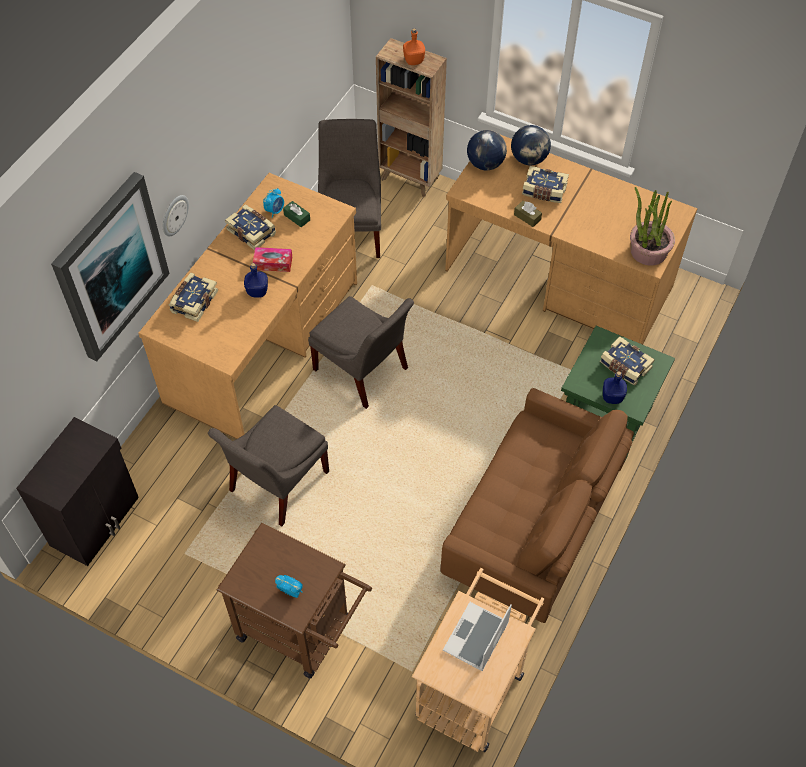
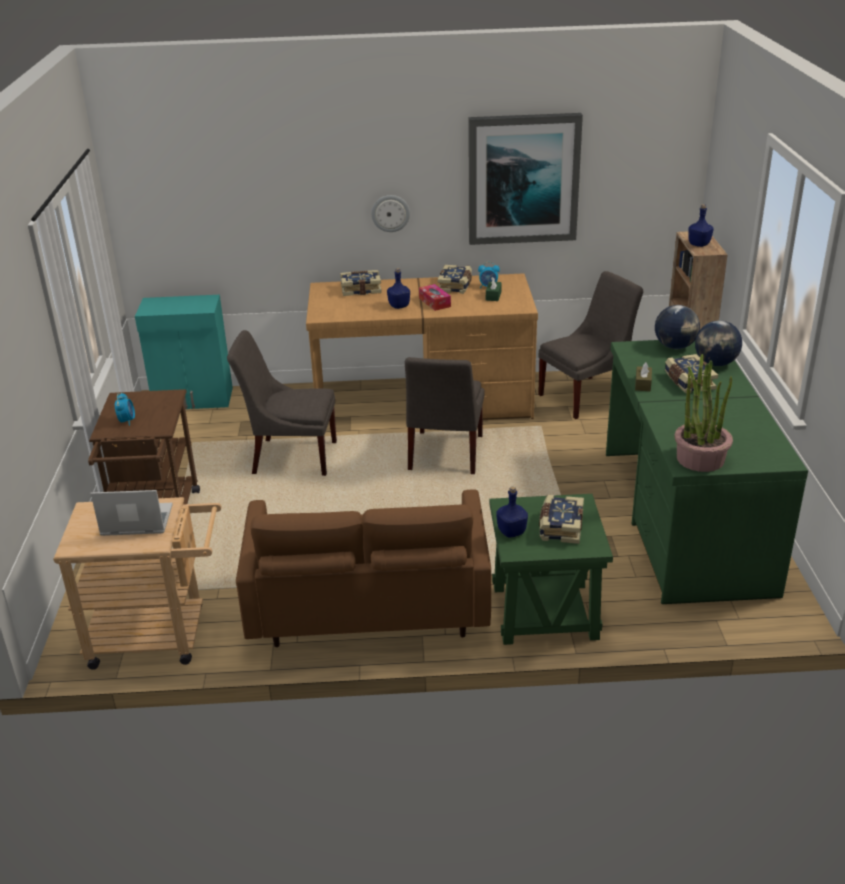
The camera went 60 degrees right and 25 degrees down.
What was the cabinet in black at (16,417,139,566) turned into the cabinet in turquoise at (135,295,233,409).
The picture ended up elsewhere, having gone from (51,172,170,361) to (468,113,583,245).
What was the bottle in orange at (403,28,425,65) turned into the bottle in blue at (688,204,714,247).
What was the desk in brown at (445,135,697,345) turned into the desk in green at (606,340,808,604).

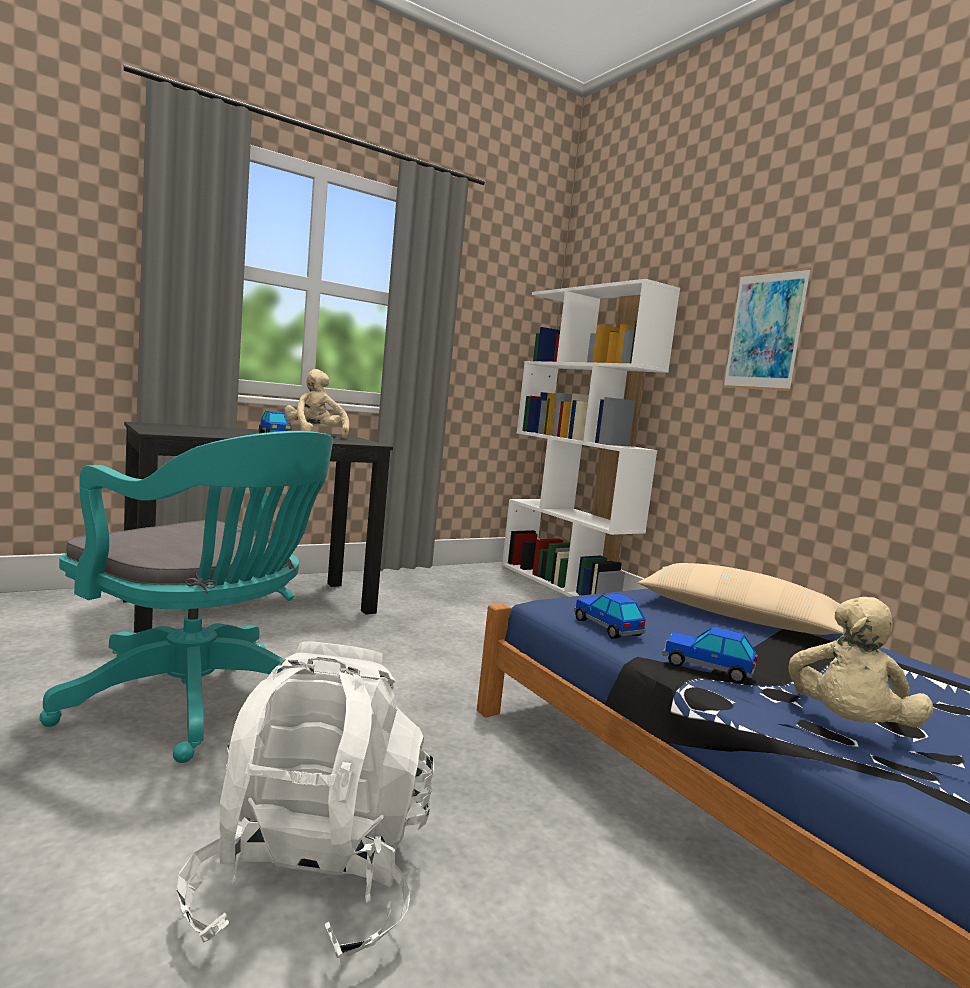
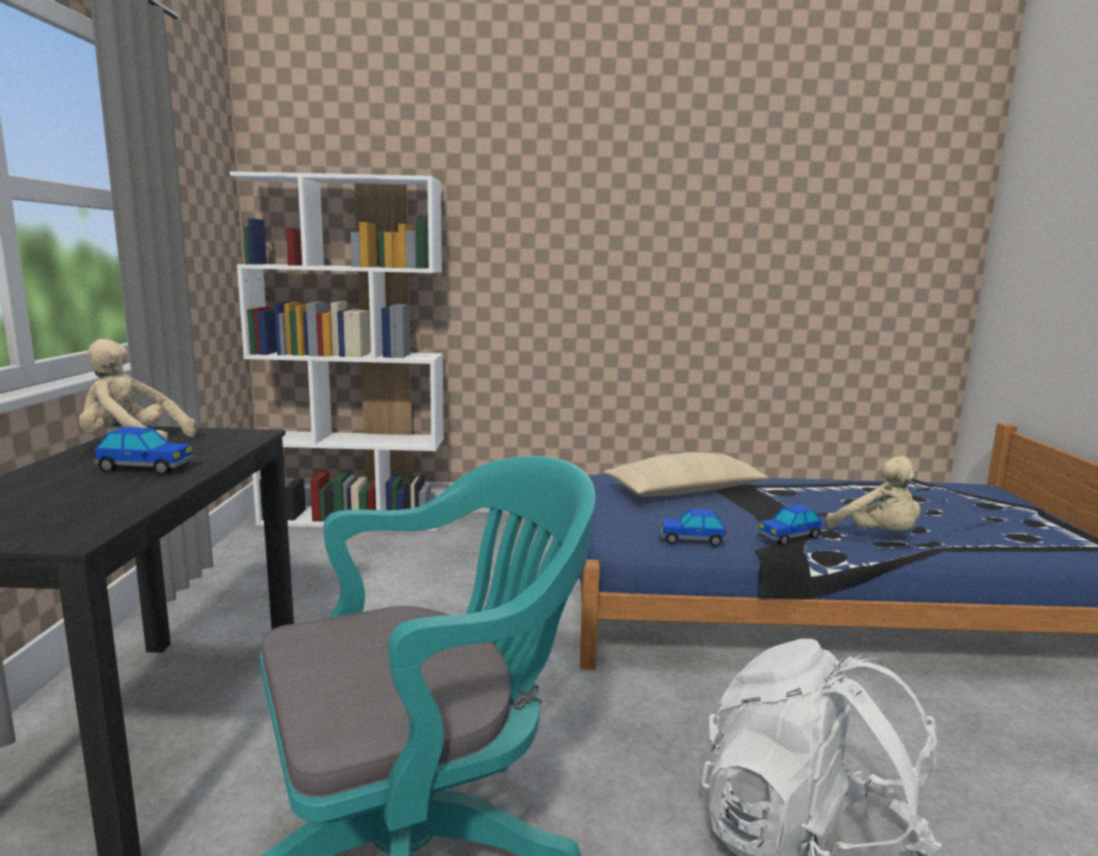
The camera went 55 degrees left and 5 degrees up.
The second view lost the picture at (723,267,811,391).

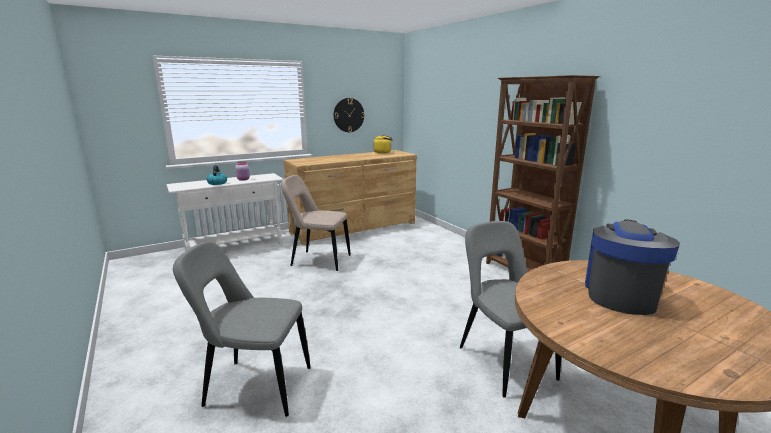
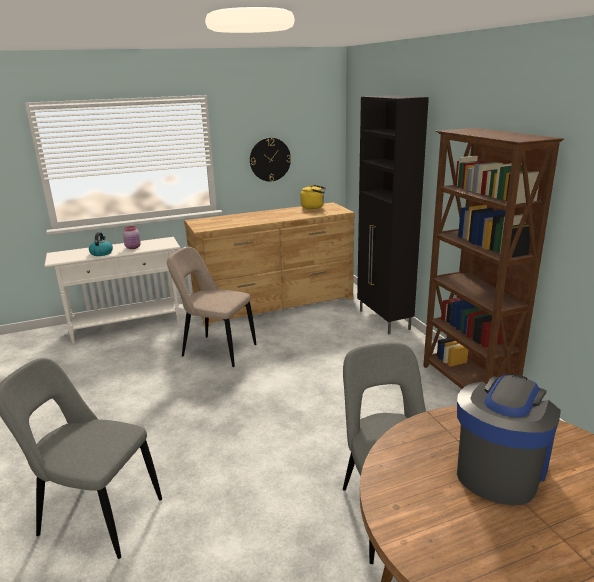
The camera went 10 degrees right and 5 degrees up.
The second view gained the cabinet in black at (357,95,429,334).

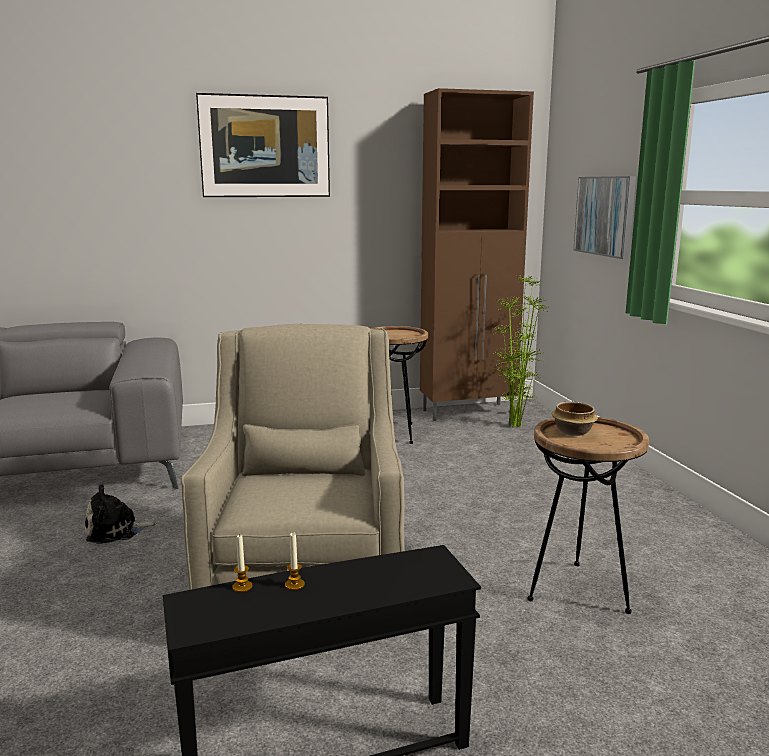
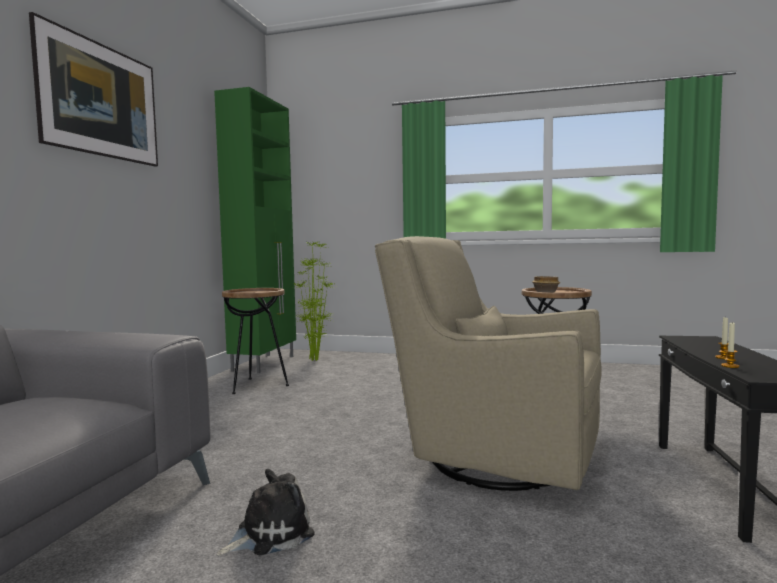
The camera went 60 degrees left and 10 degrees down.
The plush toy at (85,484,157,544) ended up facing another way, 135 degrees counterclockwise from before.
What was the cabinet in brown at (420,88,534,421) turned into the cabinet in green at (214,87,296,373).
The second view lost the picture at (573,176,636,259).

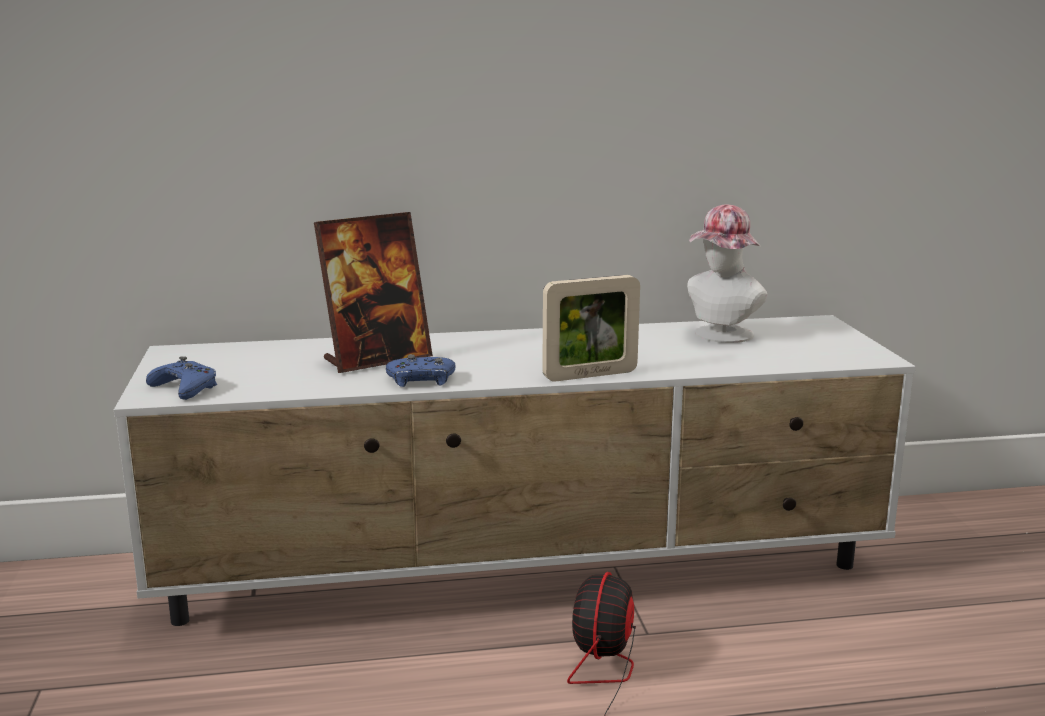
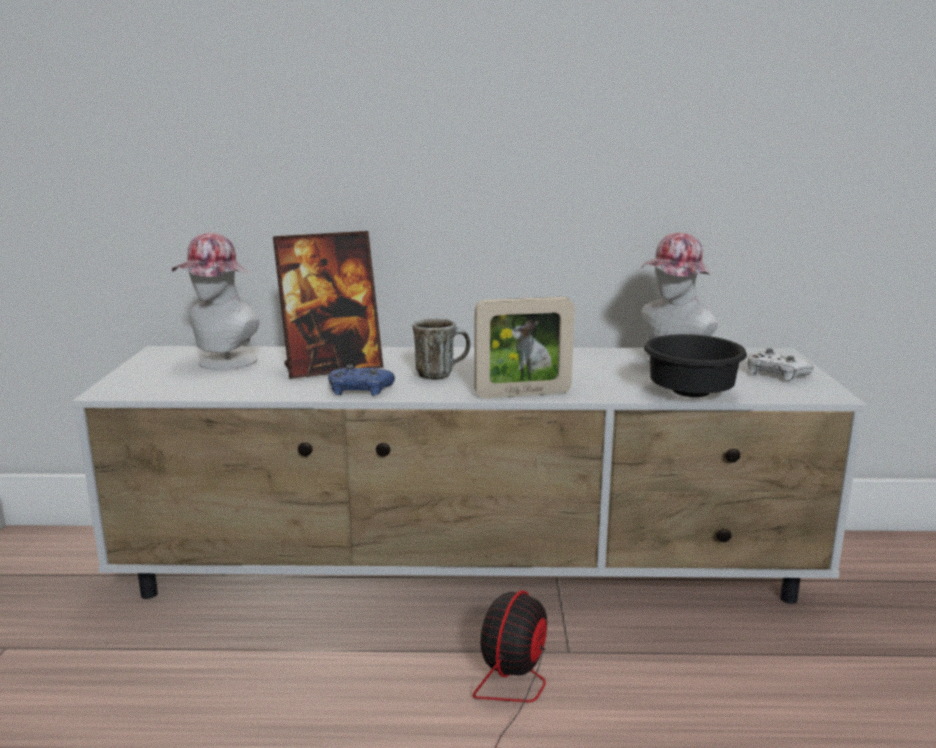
The camera went 10 degrees right and 0 degrees up.
The second view lost the game controller in blue at (146,356,217,400).
The second view gained the hat at (172,233,260,370).
The second view gained the mug at (413,318,470,380).
The second view gained the bowl in black at (644,334,747,397).
The second view gained the game controller in white at (748,348,814,381).

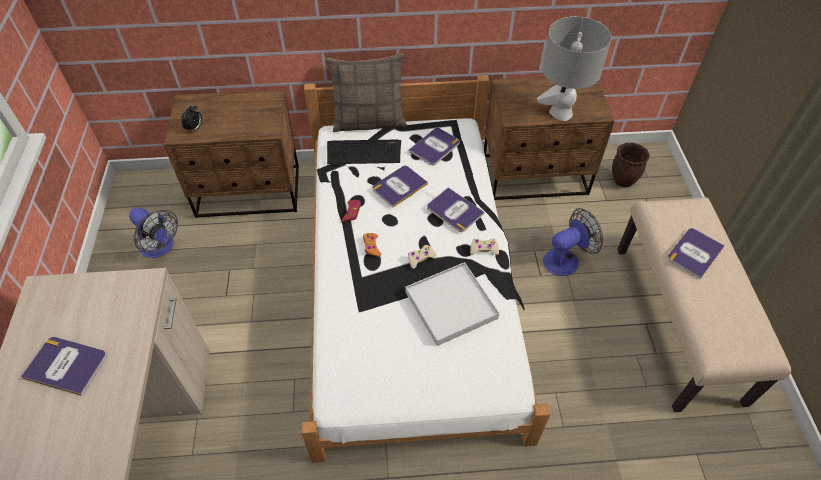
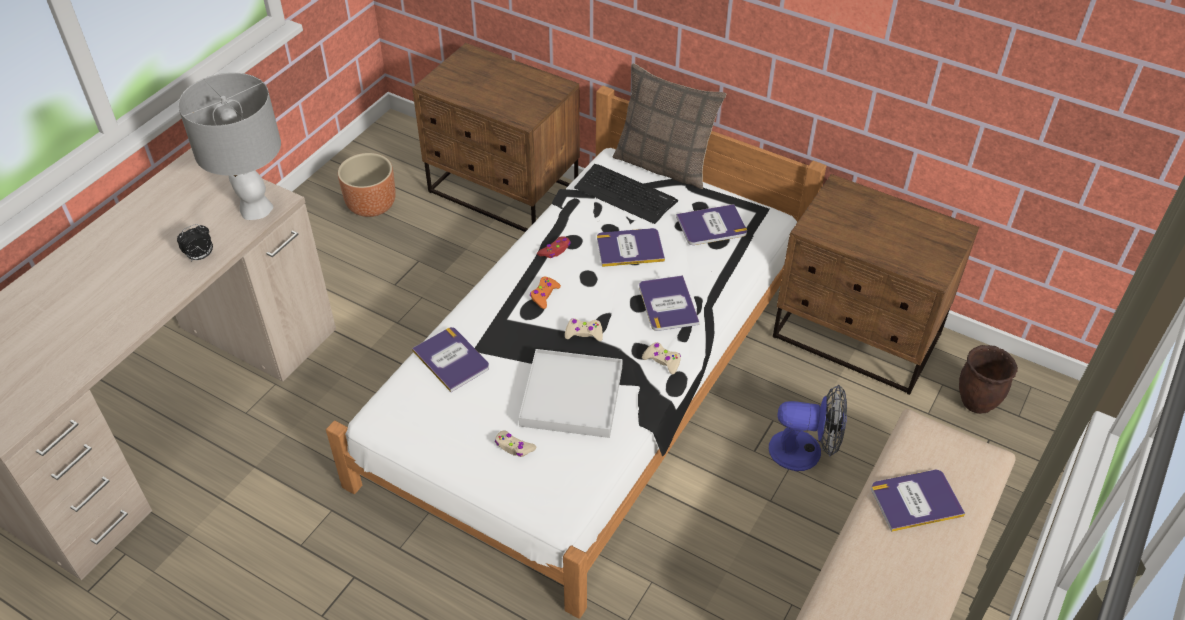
The camera went 35 degrees right and 5 degrees down.
The book ended up elsewhere, having gone from (21,337,107,396) to (412,327,489,392).
Where the fan stood at (129,207,178,258), the planter in brown came to stand at (338,153,396,217).
The alarm clock ended up elsewhere, having gone from (182,104,202,133) to (177,224,213,262).
The table lamp in grey ended up elsewhere, having gone from (537,16,612,121) to (178,73,281,220).
The second view gained the game controller in beige at (495,430,536,457).

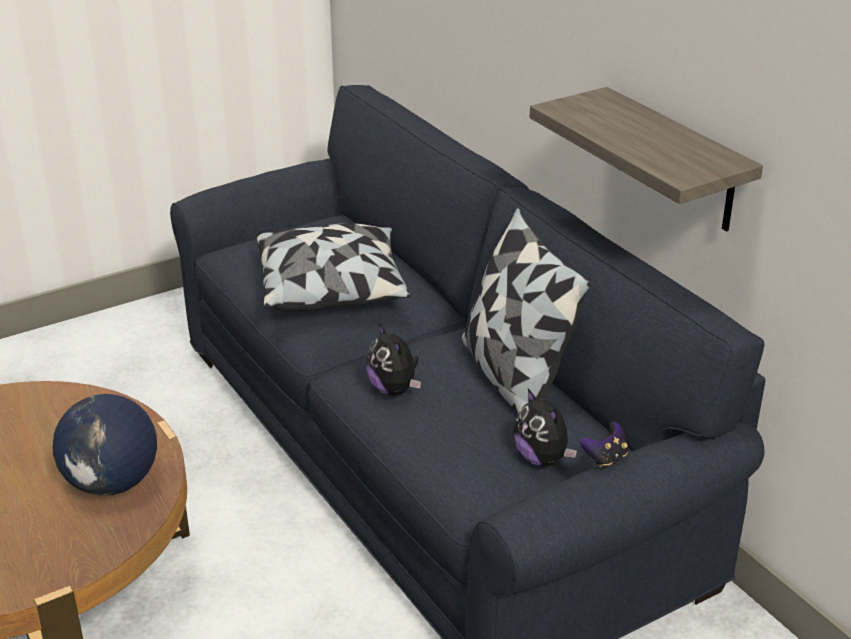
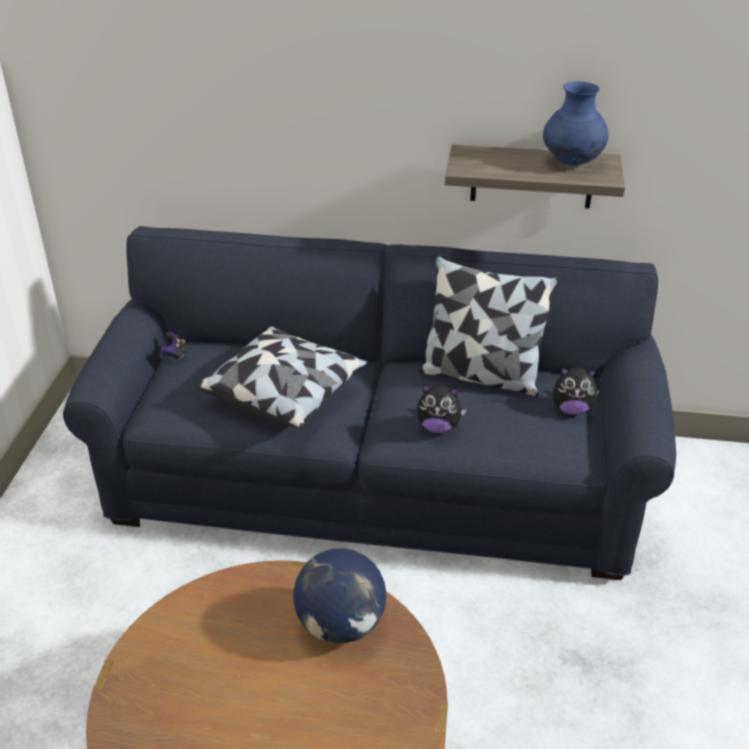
The camera went 50 degrees left and 5 degrees up.
The game controller ended up elsewhere, having gone from (580,422,628,467) to (161,332,186,360).
The second view gained the vase in blue at (543,81,608,166).

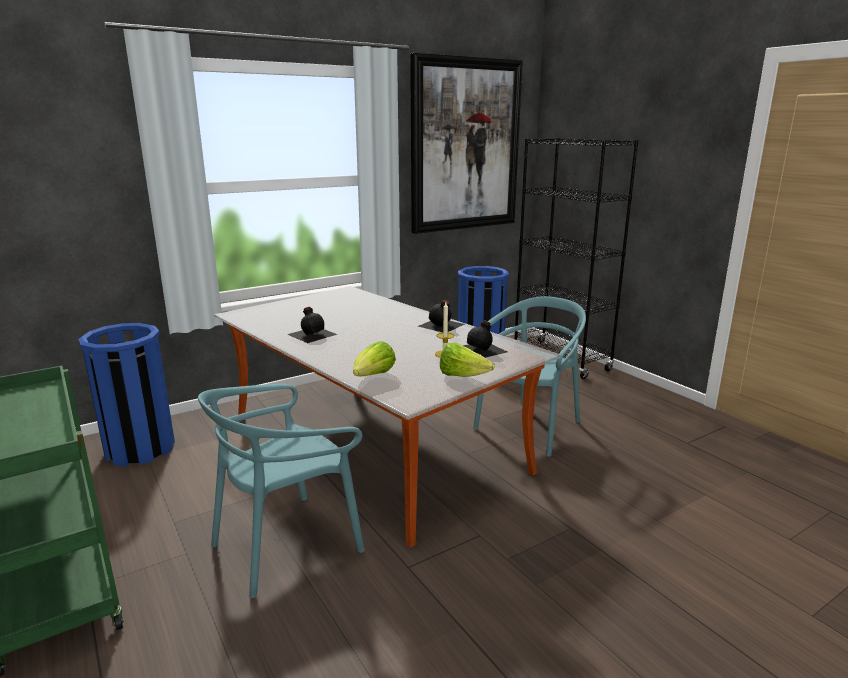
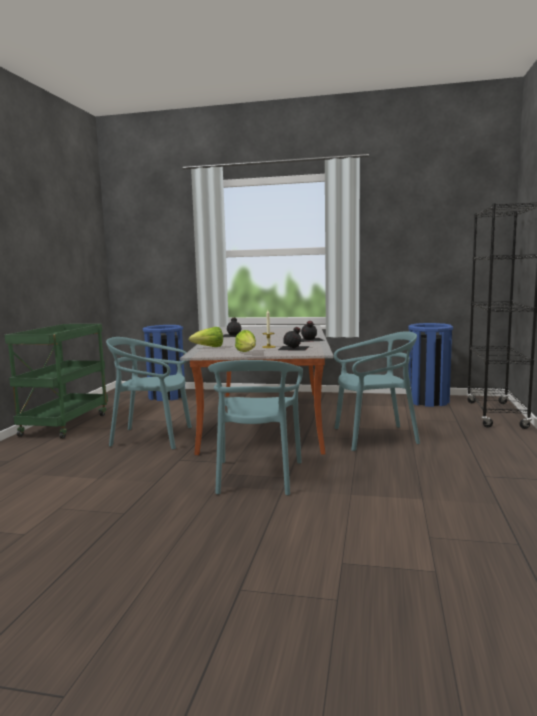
The camera went 45 degrees right and 10 degrees down.
The second view lost the picture at (410,53,523,234).
The second view gained the chair in turquoise at (208,360,303,495).

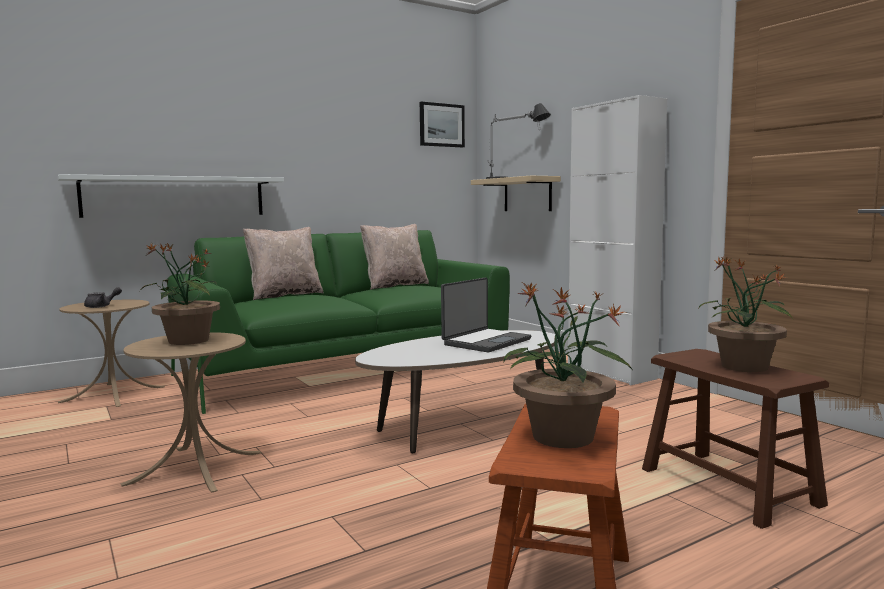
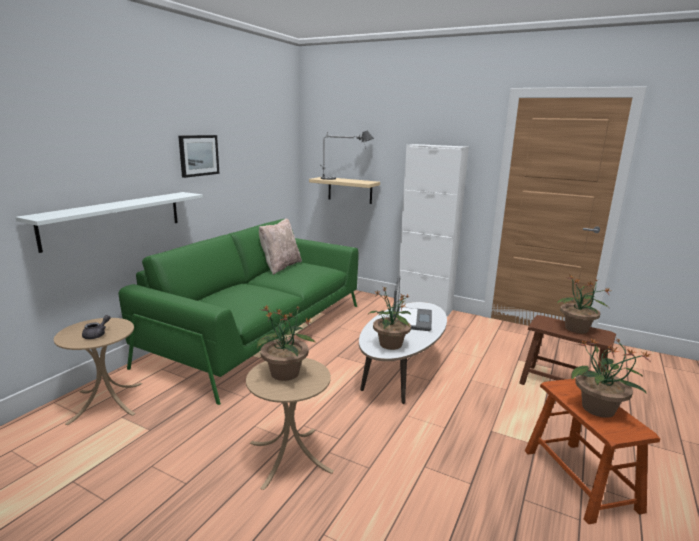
The camera went 30 degrees left and 10 degrees up.
The second view lost the pillow in beige at (243,227,323,300).
The picture ended up elsewhere, having gone from (420,102,465,147) to (178,135,219,178).
The second view gained the potted plant at (368,286,411,350).

